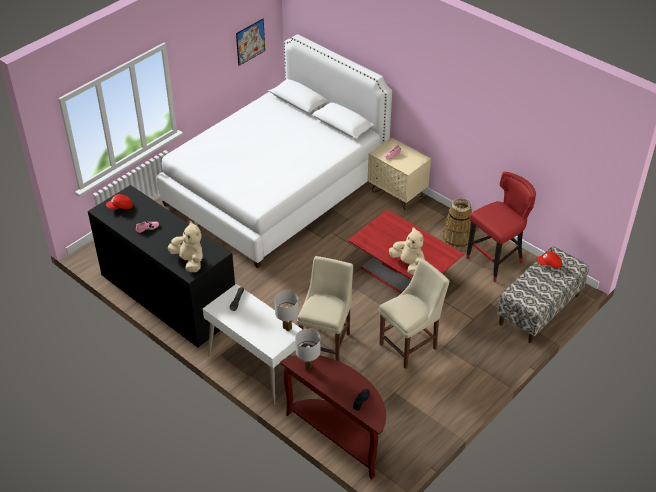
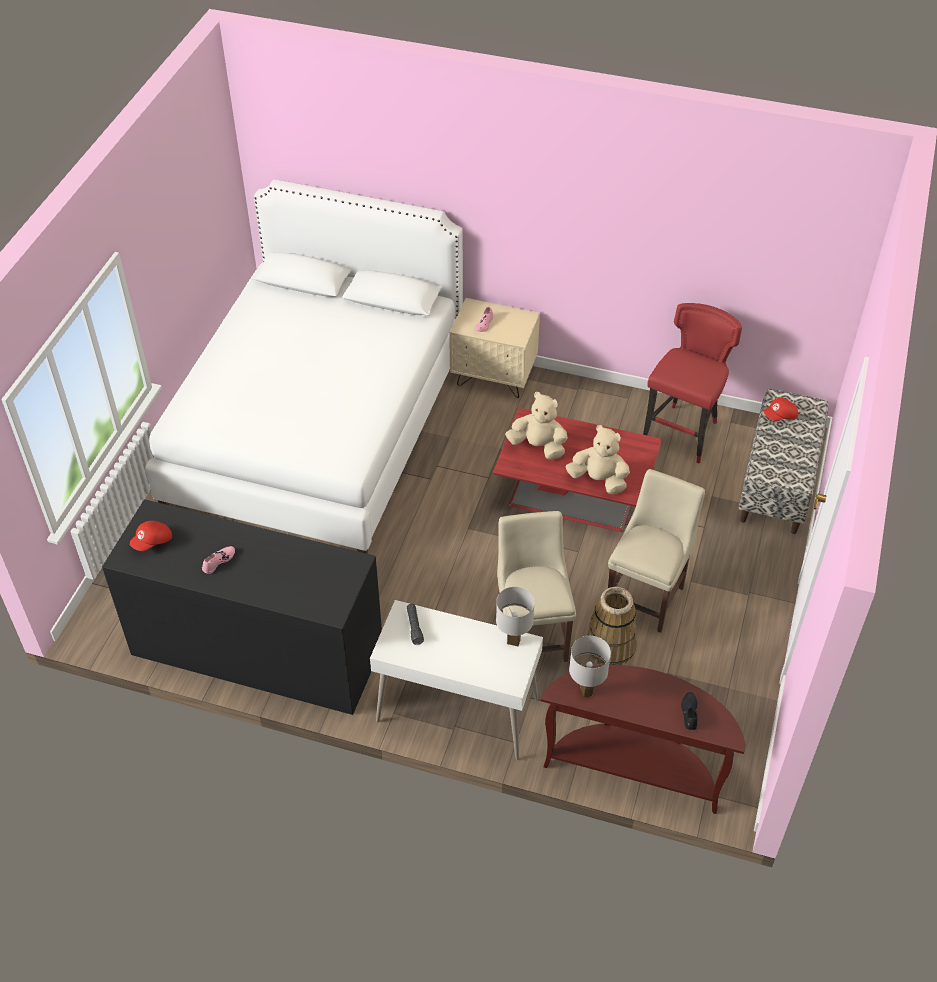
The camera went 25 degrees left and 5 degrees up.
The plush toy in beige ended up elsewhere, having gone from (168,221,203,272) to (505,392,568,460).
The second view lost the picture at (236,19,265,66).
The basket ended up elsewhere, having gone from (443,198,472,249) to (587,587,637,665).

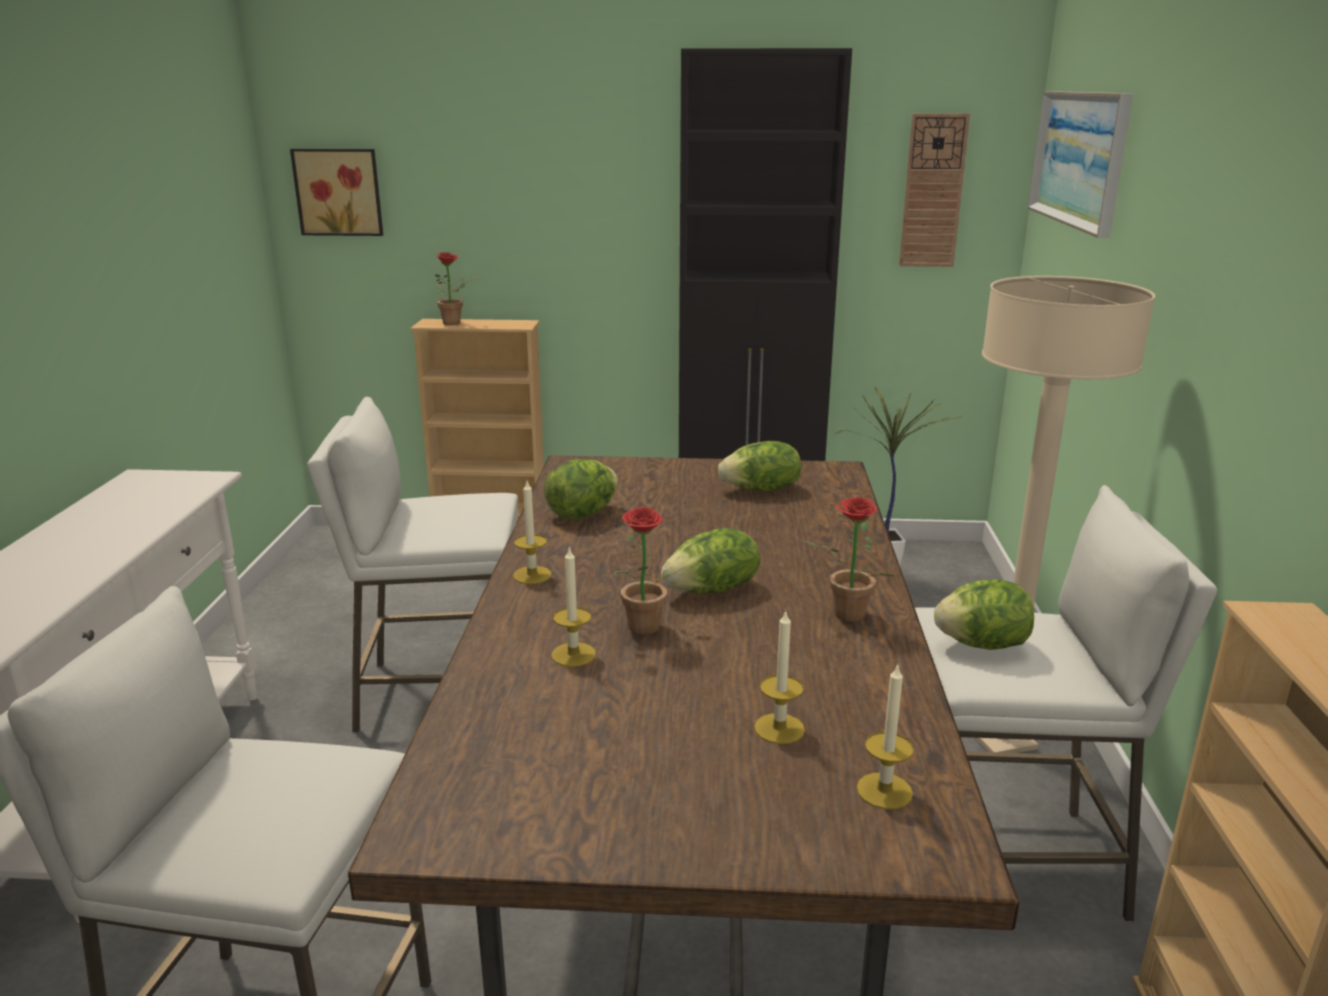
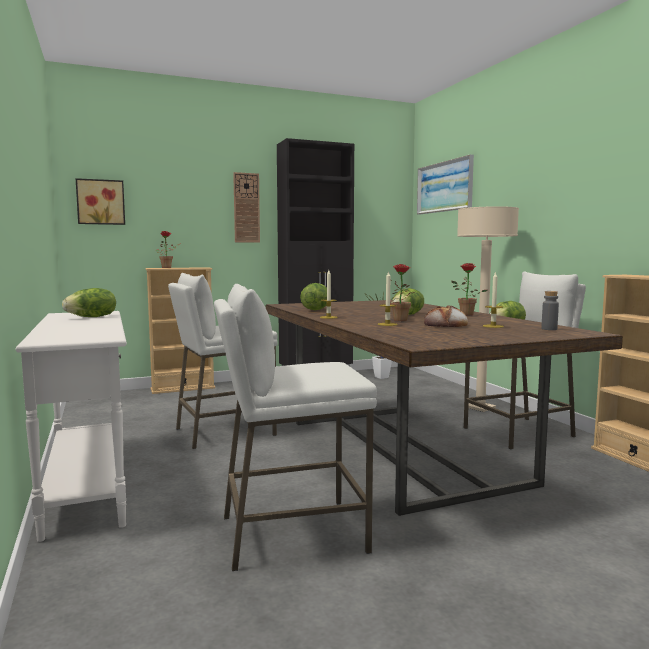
The camera went 25 degrees left and 15 degrees down.
The lettuce ended up elsewhere, having gone from (718,441,801,491) to (62,288,116,317).
Where the candle stood at (857,664,914,809), the bottle in grey came to stand at (541,291,559,330).
The wall clock ended up elsewhere, having gone from (899,113,970,267) to (233,172,260,243).
The second view gained the bread at (424,305,468,327).

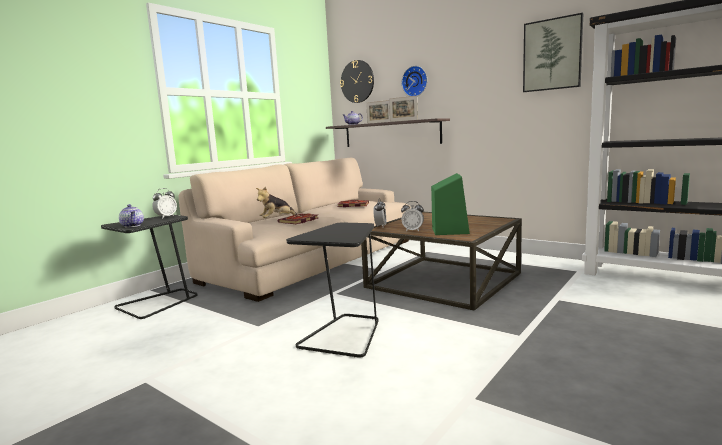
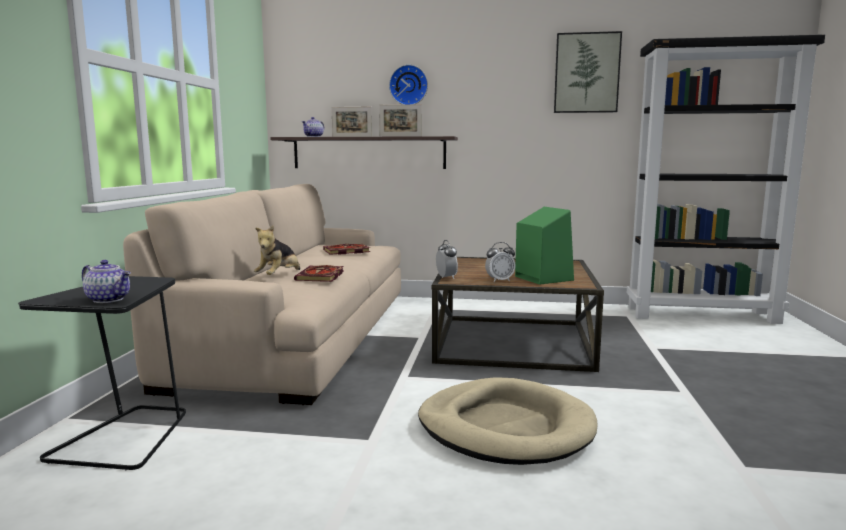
The camera went 30 degrees left and 0 degrees up.
The second view lost the alarm clock at (152,188,177,218).
Where the side table in black stood at (286,223,378,358), the dog bed in beige came to stand at (418,377,598,465).
The second view lost the wall clock at (340,60,374,103).

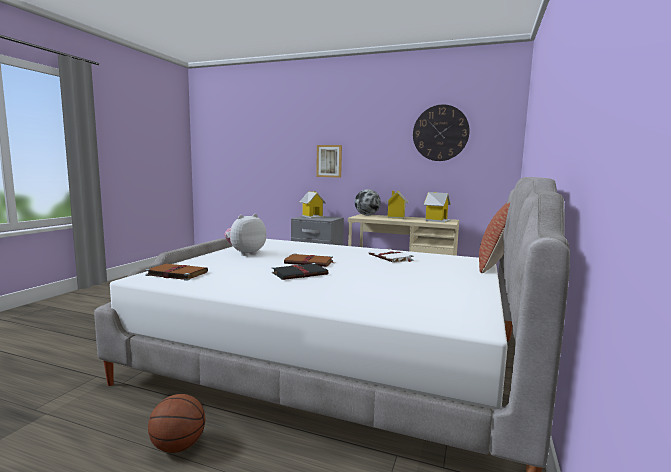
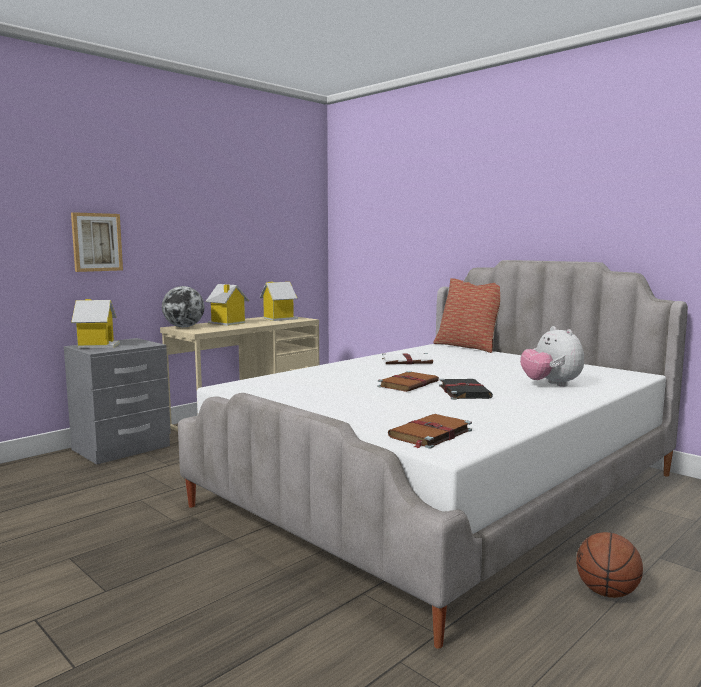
The camera went 65 degrees left and 0 degrees up.
The plush toy ended up elsewhere, having gone from (225,214,266,256) to (520,326,584,387).
The second view lost the wall clock at (413,104,470,161).

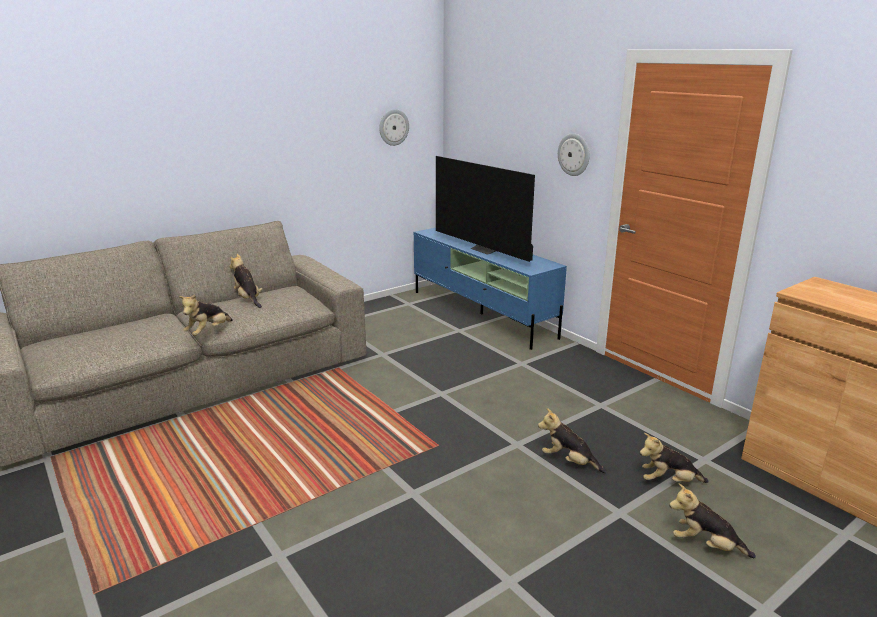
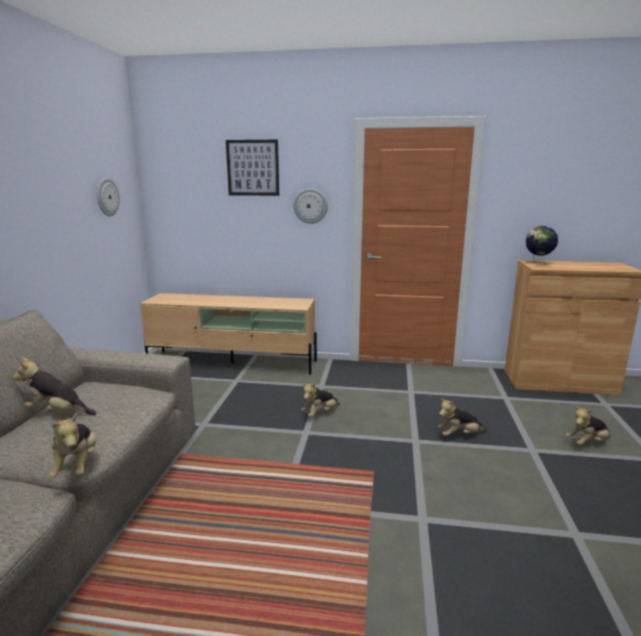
The camera went 45 degrees left and 5 degrees down.
What was the tv stand in blue at (414,228,567,350) turned into the tv stand in beige at (140,293,317,375).
The second view lost the television at (436,156,535,262).
The plush toy ended up elsewhere, having gone from (640,433,709,483) to (301,383,340,417).
The second view gained the picture at (226,140,279,196).
The second view gained the globe at (526,226,558,265).

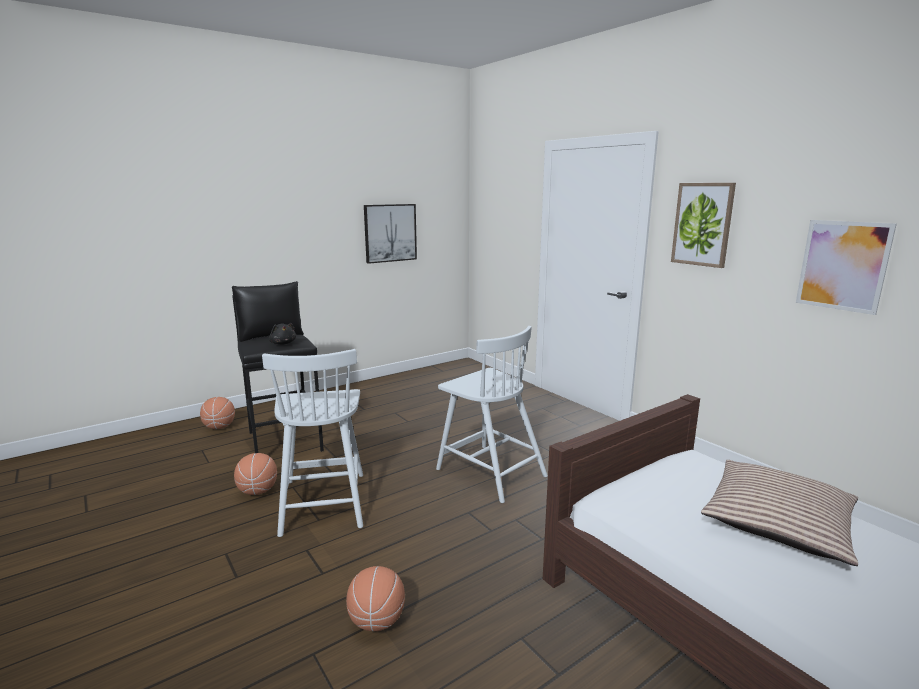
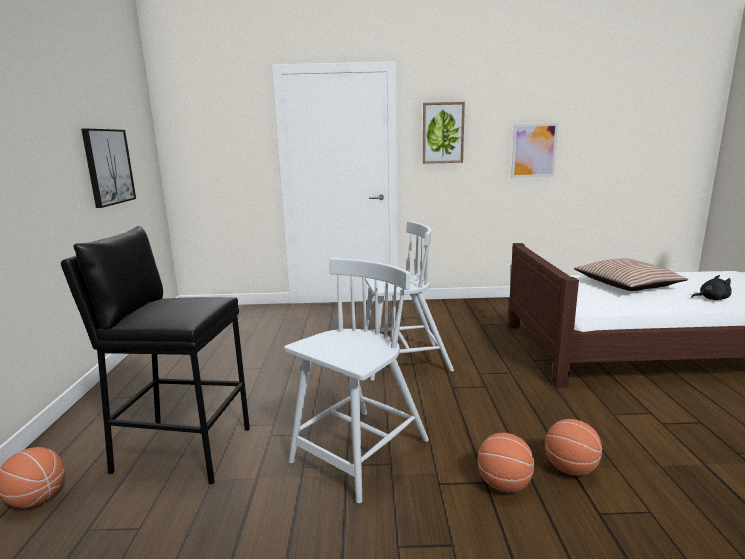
The camera went 55 degrees left and 0 degrees up.
The basketball ended up elsewhere, having gone from (234,453,277,495) to (478,433,534,492).
The chair in white at (262,349,363,537) ended up facing another way, 75 degrees counterclockwise from before.
The plush toy in black ended up elsewhere, having gone from (269,323,296,345) to (691,275,732,300).

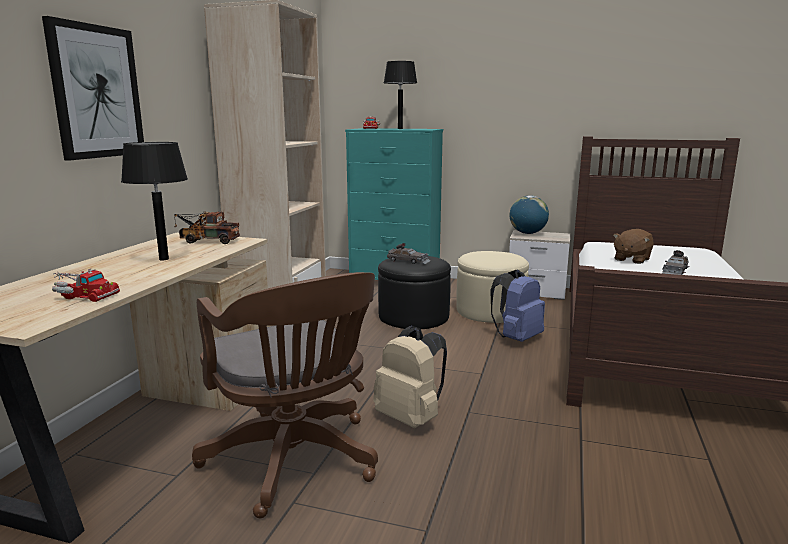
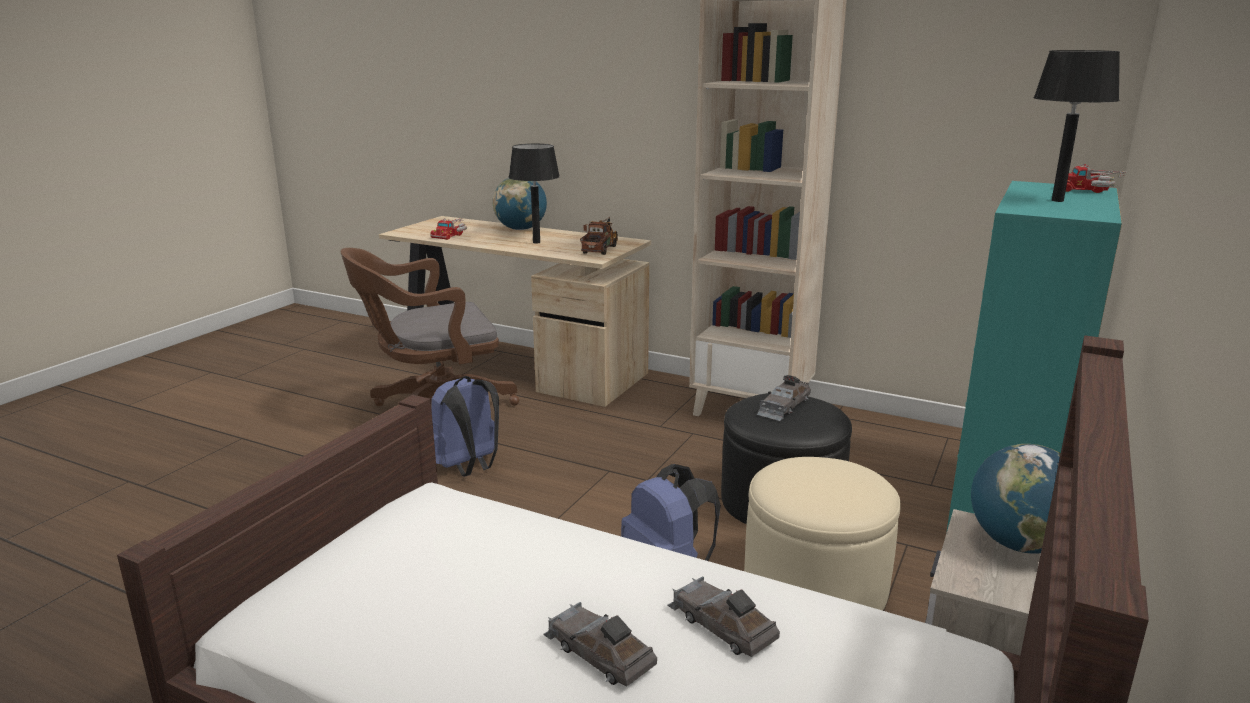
The camera went 100 degrees right and 5 degrees up.
The second view lost the picture at (42,16,144,161).
What was the backpack in beige at (373,326,447,428) turned into the backpack in blue at (431,376,499,477).
Where the plush toy in brown stood at (613,229,654,264), the toy car in grey came to stand at (668,576,780,657).
The second view gained the globe at (493,178,547,230).

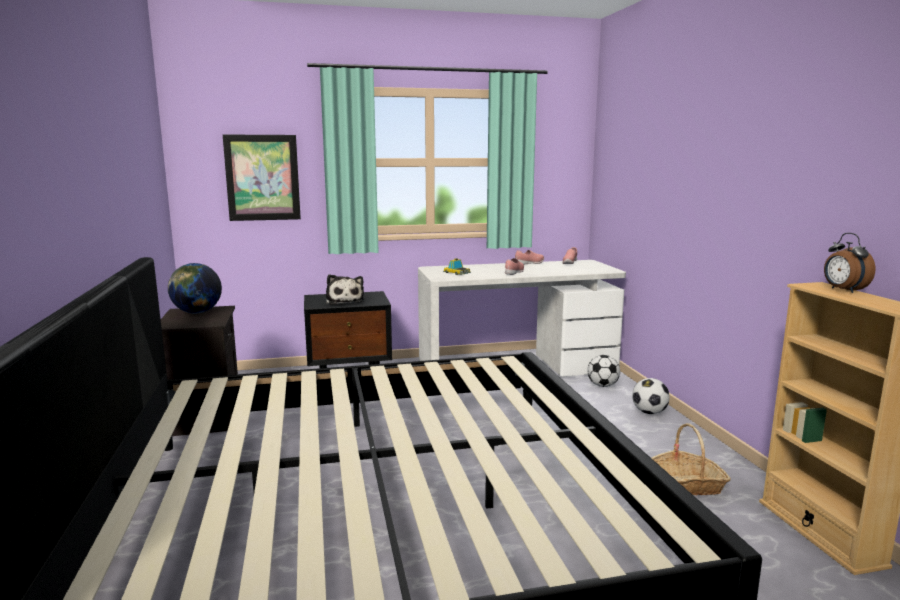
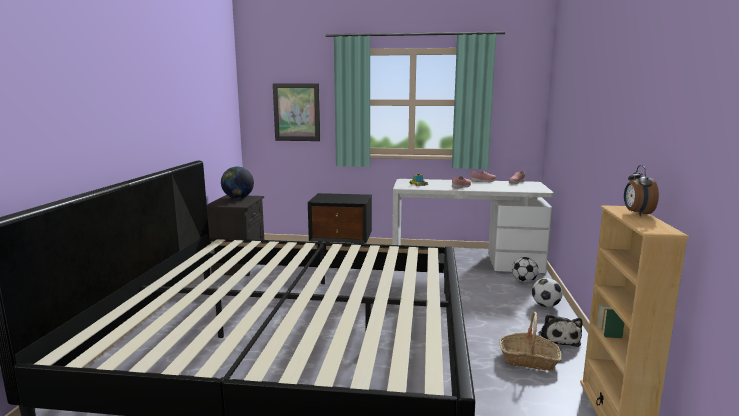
The camera went 20 degrees right and 0 degrees up.
The plush toy ended up elsewhere, having gone from (326,274,364,305) to (538,314,583,347).

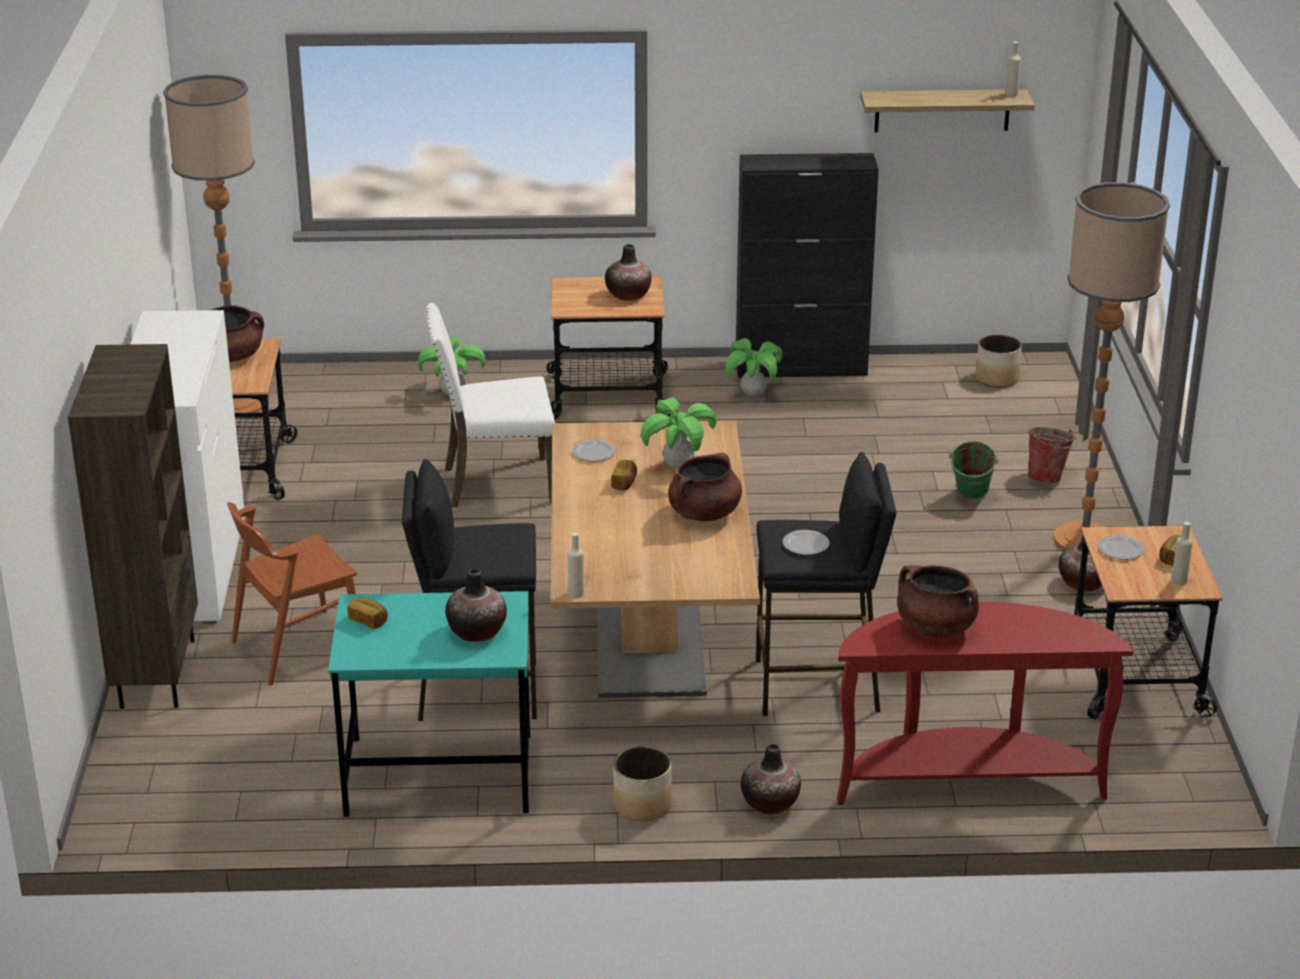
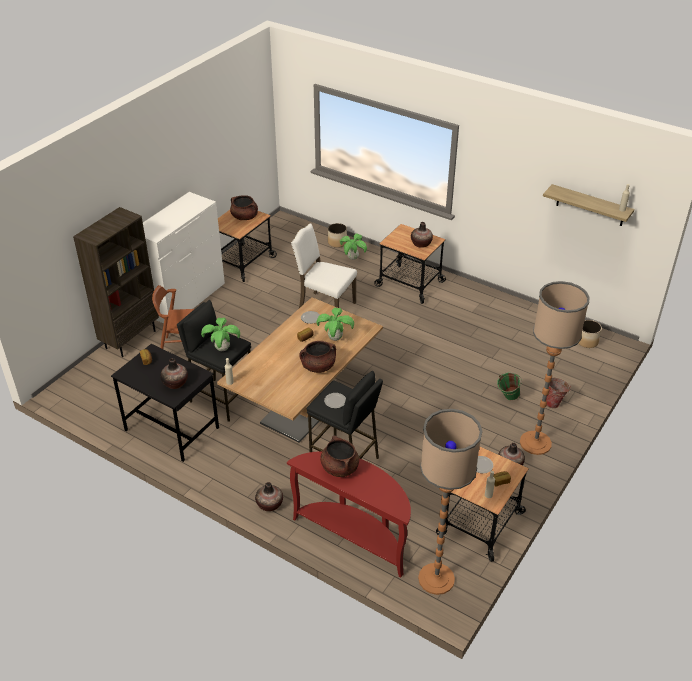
The camera went 35 degrees right and 10 degrees up.
The floor lamp ended up elsewhere, having gone from (163,75,262,413) to (418,409,482,595).
What was the desk in turquoise at (328,591,530,817) turned into the desk in black at (111,344,219,462).
The planter ended up elsewhere, having gone from (613,746,672,821) to (328,223,347,248).
The potted plant ended up elsewhere, having gone from (725,338,782,396) to (201,318,240,351).
The second view lost the cabinet in black at (736,153,879,378).

